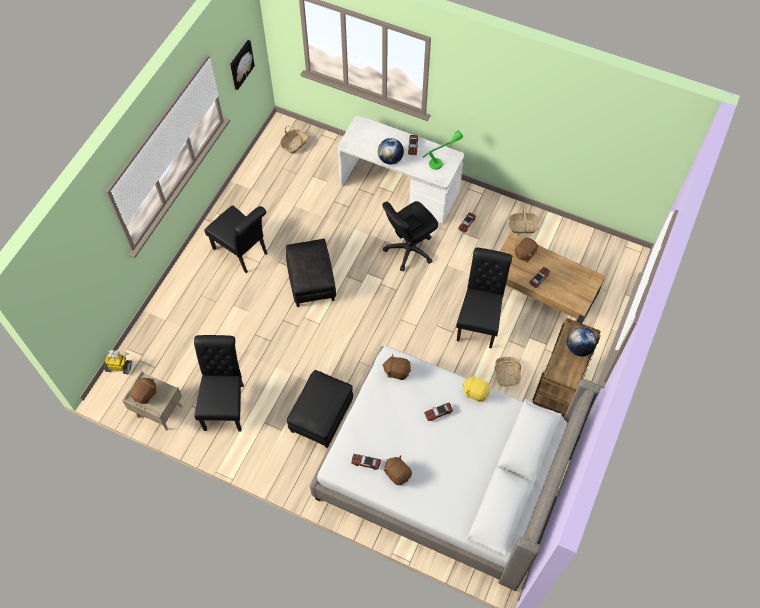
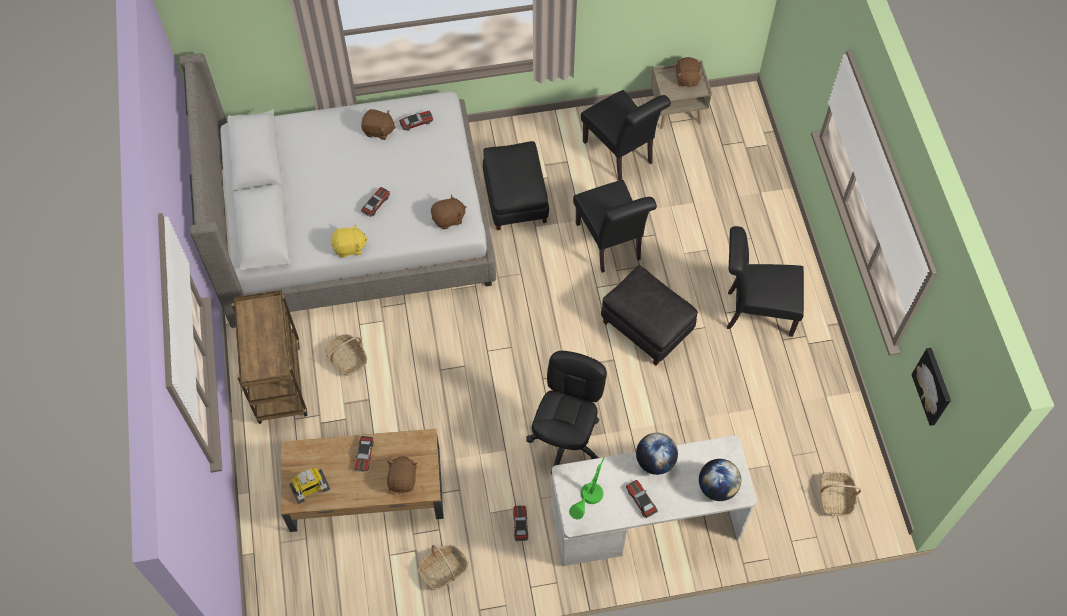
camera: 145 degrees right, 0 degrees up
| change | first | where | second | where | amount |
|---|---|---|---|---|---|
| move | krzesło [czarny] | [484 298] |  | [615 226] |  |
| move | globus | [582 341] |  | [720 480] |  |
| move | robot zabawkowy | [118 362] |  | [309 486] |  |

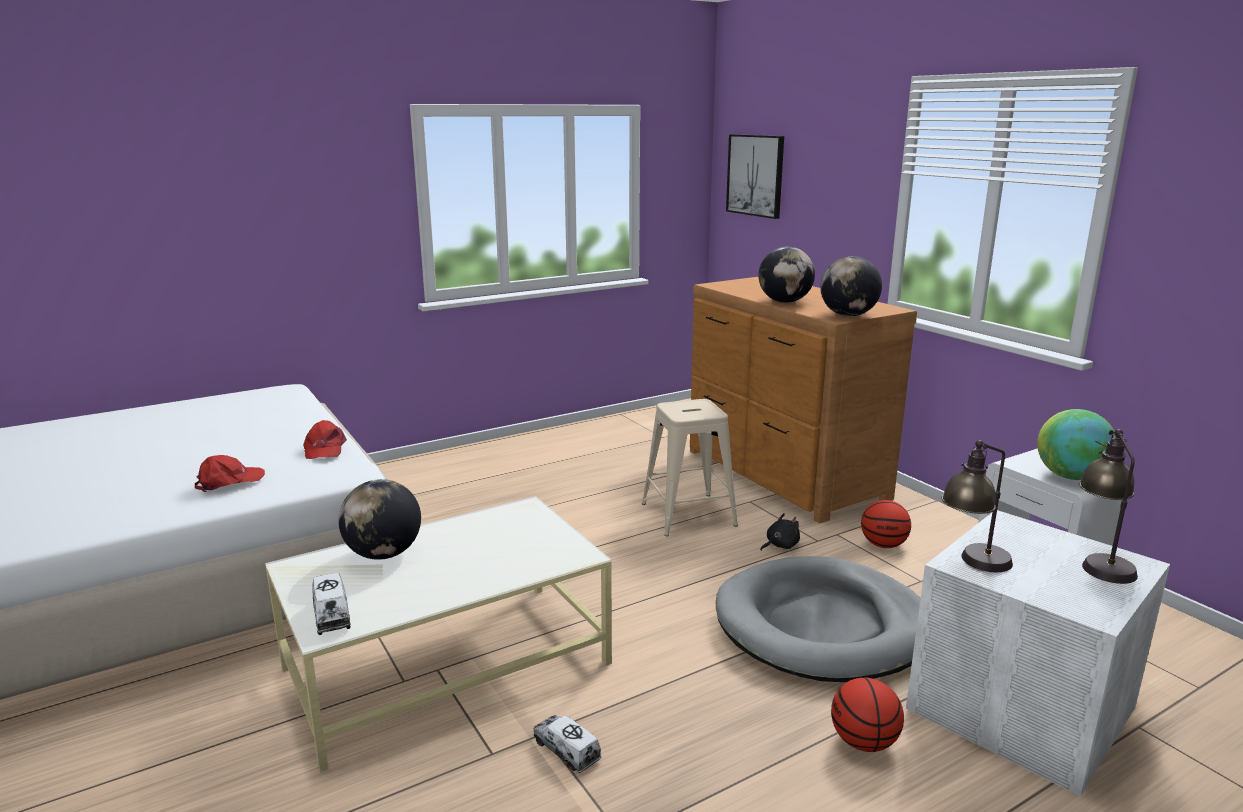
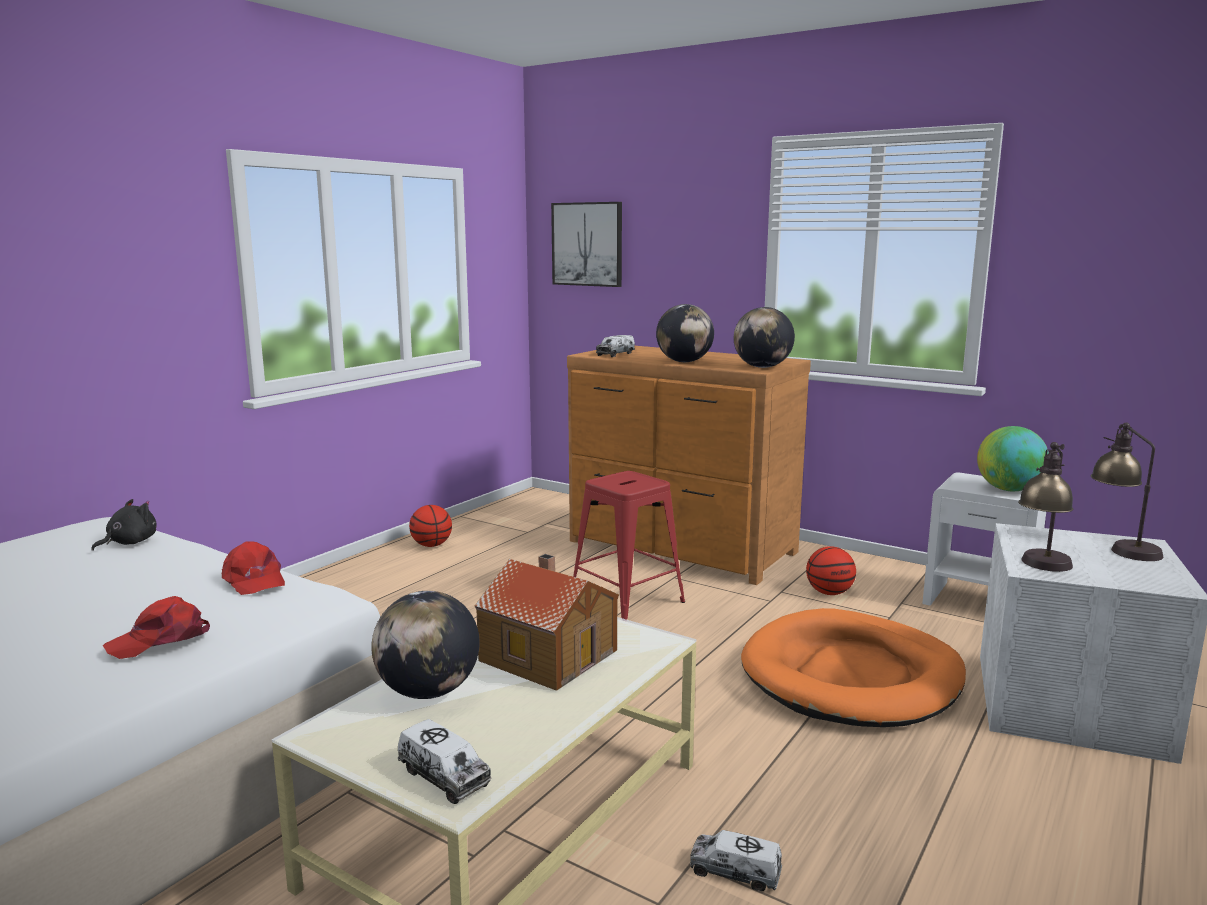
camera: 25 degrees left, 5 degrees down
| change | first | where | second | where | amount |
|---|---|---|---|---|---|
| recolor | stołek [beżowy] | [690 467] | stołek [czerwony] | [629 545] |  |
| rotate | czapka z daszkiem [czerwony] | [230 473] |  | [156 627] | 150 degrees counterclockwise |
| move | pluszak [czarny] | [780 531] |  | [124 525] |  |
| recolor | legowisko [szary] | [818 619] | legowisko [pomarańczowy] | [853 667] |  |
| move | piłka do koszykówki | [867 715] |  | [430 526] |  |
| insert |  |  | ciężarówka zabawkowa | [615 346] |  |
| insert |  |  | domek | [547 622] |  |

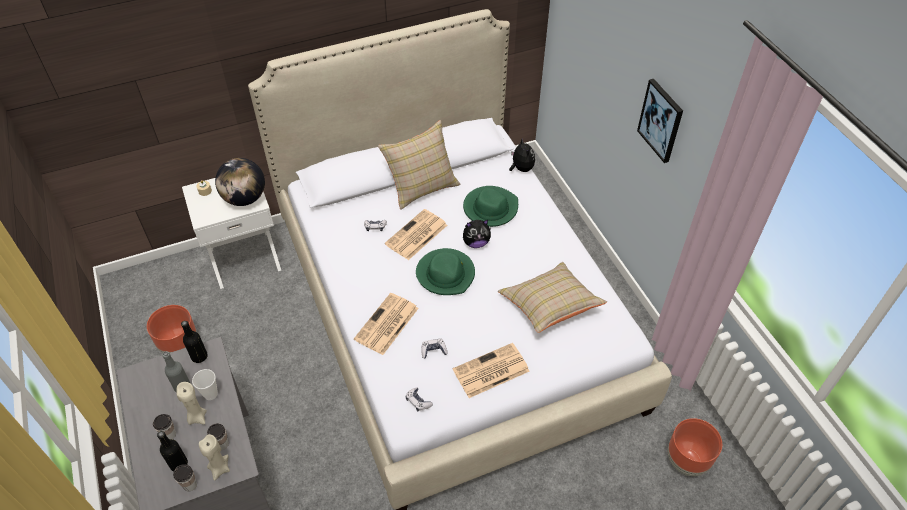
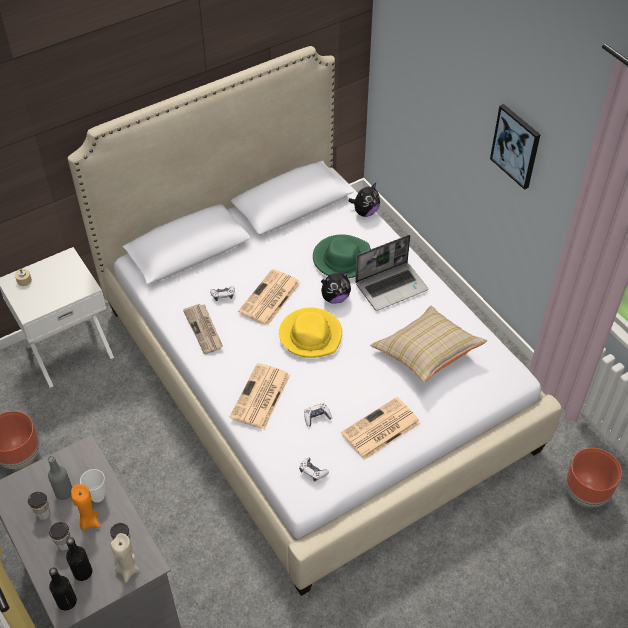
camera: 10 degrees left, 0 degrees up
| change | first | where | second | where | amount |
|---|---|---|---|---|---|
| delete | poduszka [beżowy] | [419 165] |  |  |  |
| rotate | pluszak | [522 154] |  | [364 200] | 75 degrees clockwise |
| delete | globus | [240 182] |  |  |  |
| recolor | kapelusz [zielony] | [445 271] | kapelusz [żółty] | [310 333] |  |
| move | butelka [czarny] | [194 342] |  | [63 589] |  |
| recolor | świeca [beżowy] | [192 403] | świeca [pomarańczowy] | [85 507] |  |
| move | filiżanka | [185 477] |  | [39 506] |  |
| insert |  |  | laptop | [391 273] |  |
| insert |  |  | gazeta | [203 329] |  |

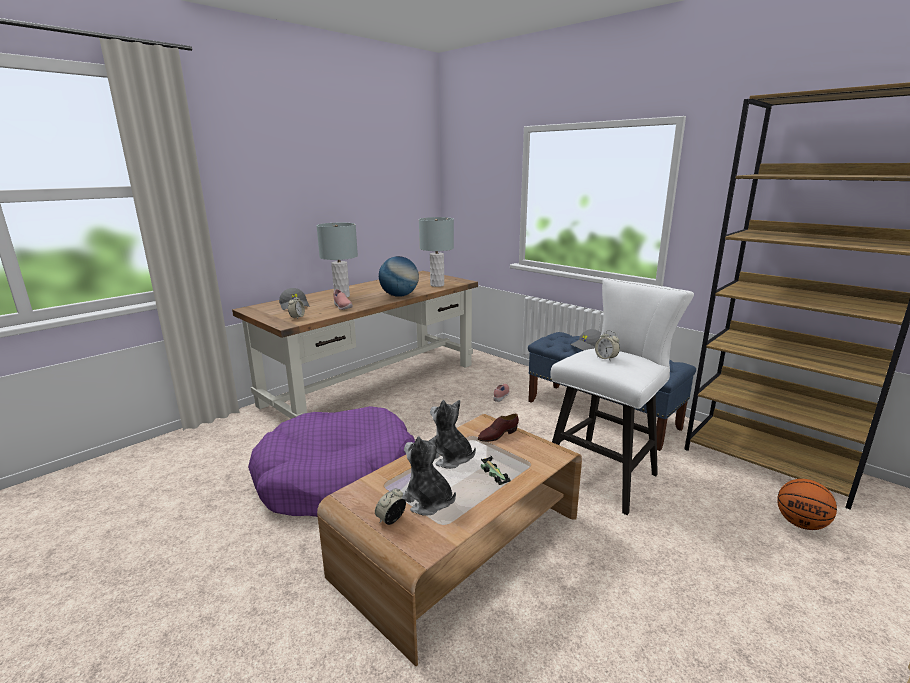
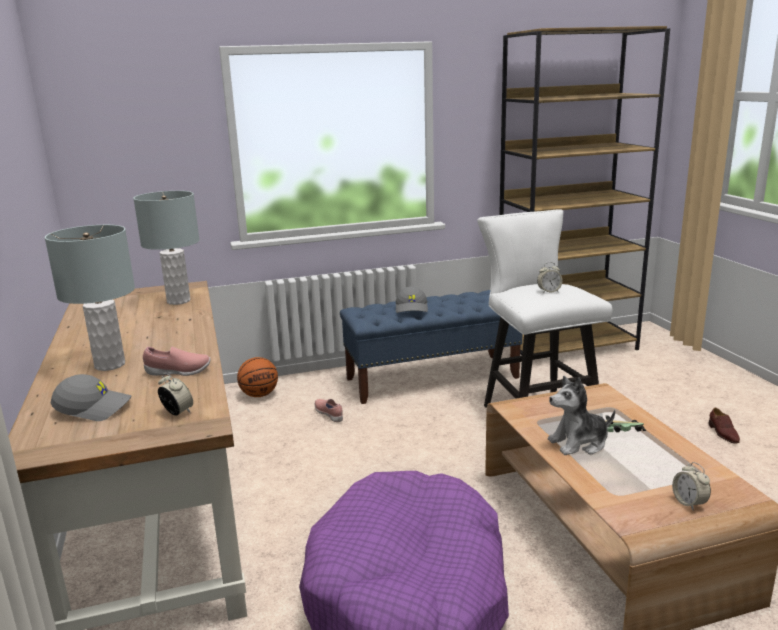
camera: 60 degrees left, 0 degrees up
| change | first | where | second | where | amount |
|---|---|---|---|---|---|
| delete | globus | [399 276] |  |  |  |
| move | but [brązowy] | [498 428] |  | [724 426] |  |
| delete | pluszak | [429 475] |  |  |  |
| move | piłka do koszykówki | [807 504] |  | [257 377] |  |

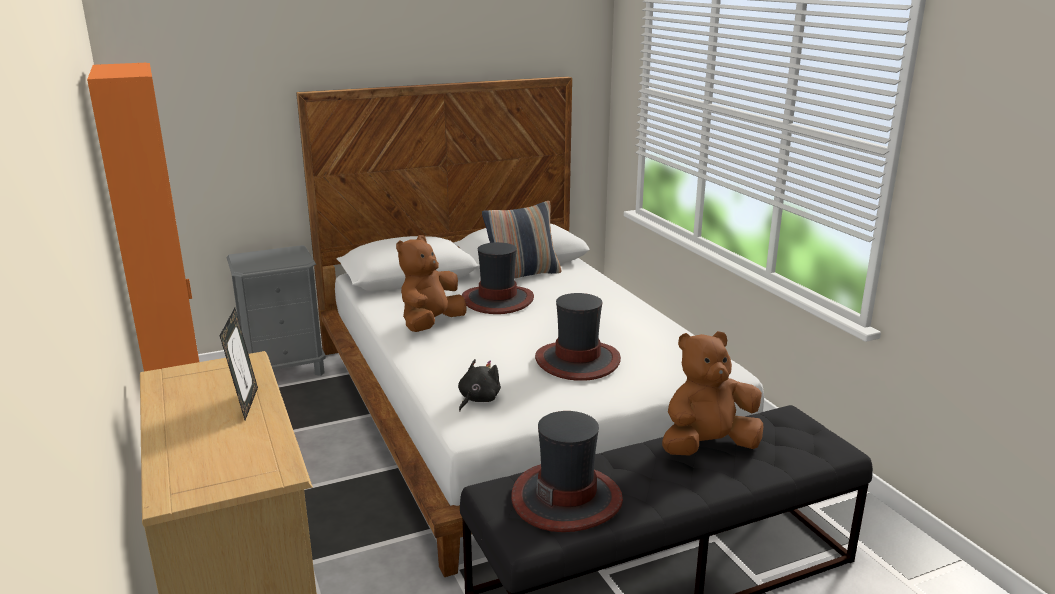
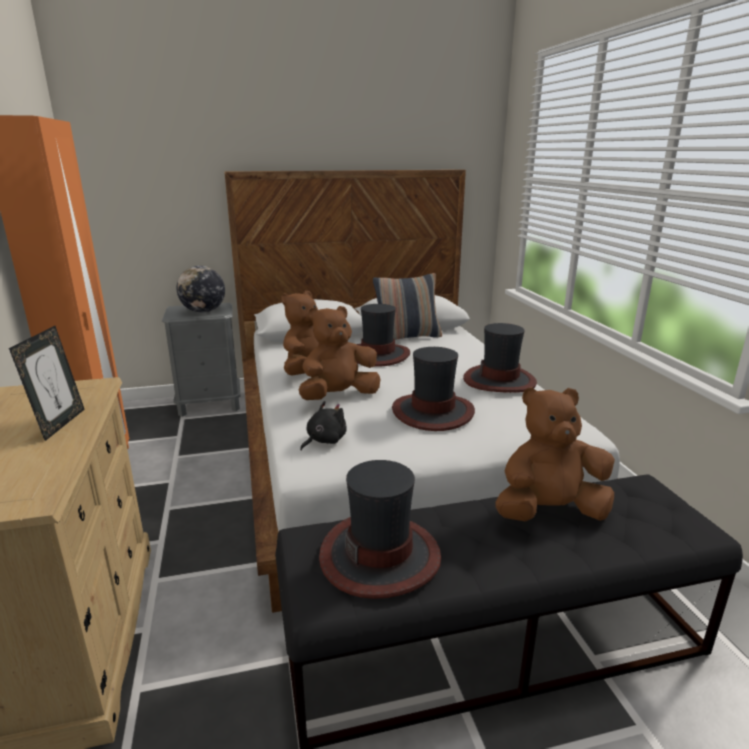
camera: 10 degrees right, 0 degrees up
| change | first | where | second | where | amount |
|---|---|---|---|---|---|
| insert |  |  | globus | [201 289] |  |
| insert |  |  | pluszak [brązowy] | [339 353] |  |
| insert |  |  | kapelusz | [500 358] |  |

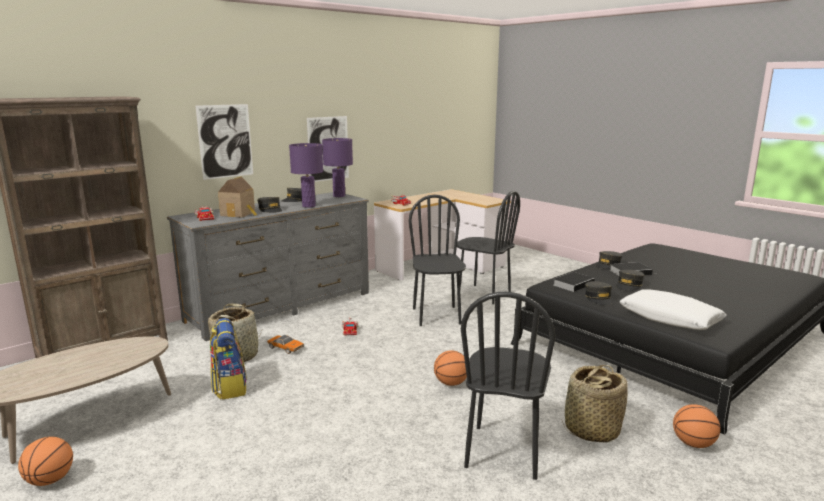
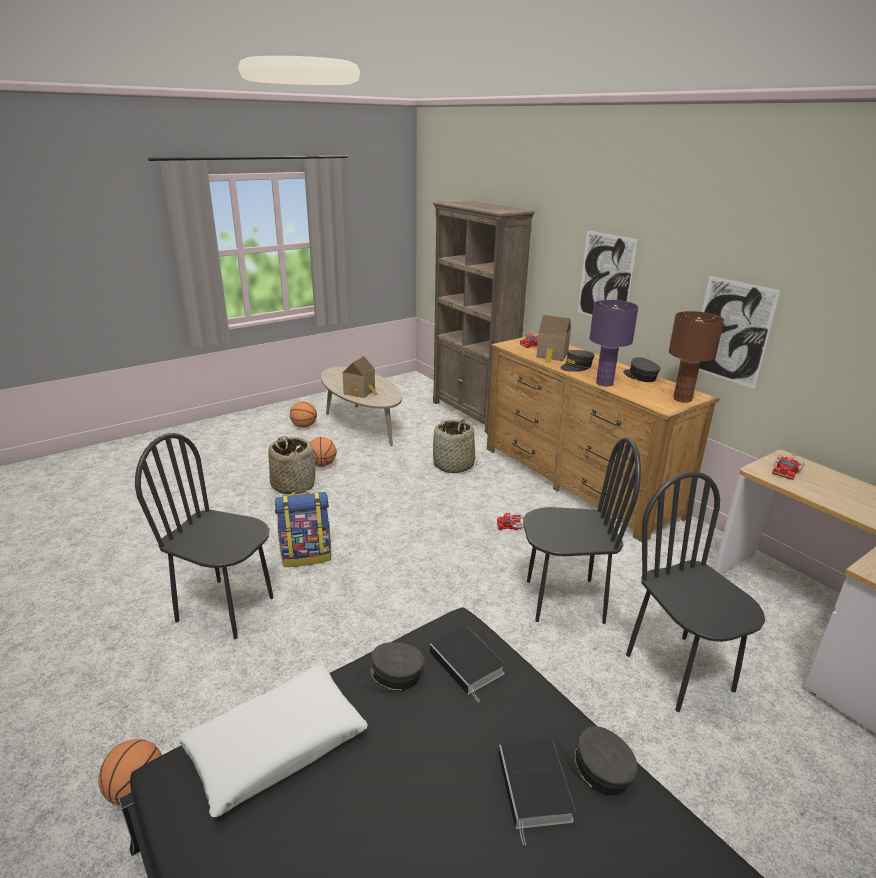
camera: 95 degrees right, 10 degrees up
| change | first | where | second | where | amount |
|---|---|---|---|---|---|
| recolor | lampa stołowa [fioletowy] | [337 167] | lampa stołowa [brązowy] | [696 357] |  |
| rotate | krzesło [czarny] | [488 247] |  | [695 591] | 120 degrees clockwise |
| recolor | komoda [szary] | [268 266] | komoda [brązowy] | [603 438] |  |
| delete | czapka z daszkiem [szary] | [630 280] |  |  |  |
| move | plecak | [228 359] |  | [303 528] |  |
| delete | samochodzik | [285 344] |  |  |  |
| move | piłka do koszykówki | [450 368] |  | [323 452] |  |
| move | koszyk | [595 404] |  | [291 465] |  |
| insert |  |  | domek | [360 377] |  |

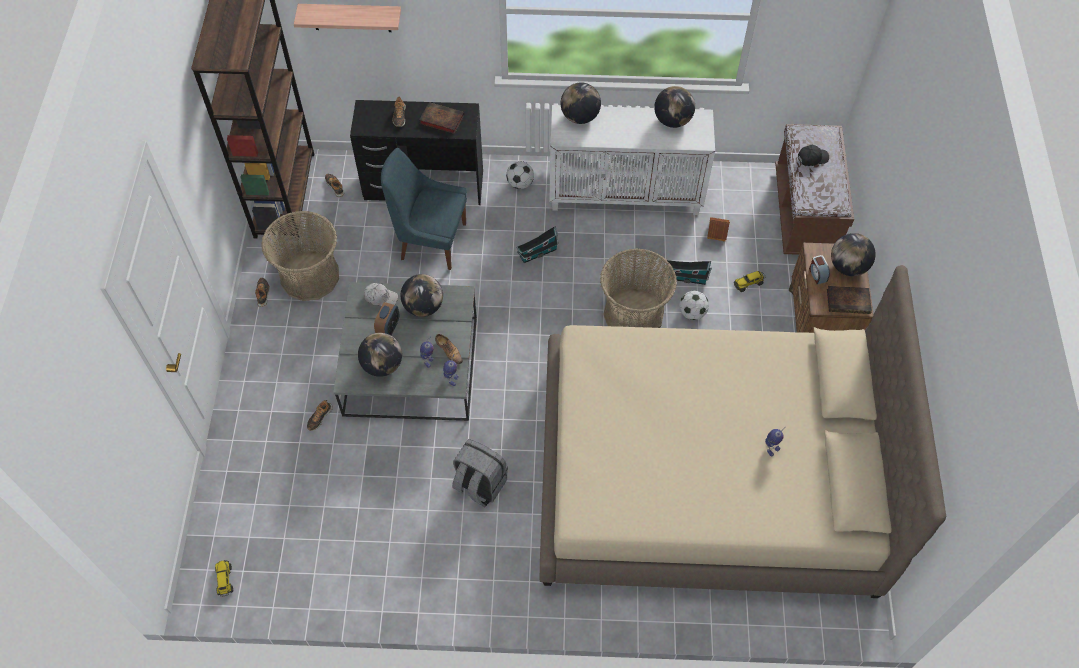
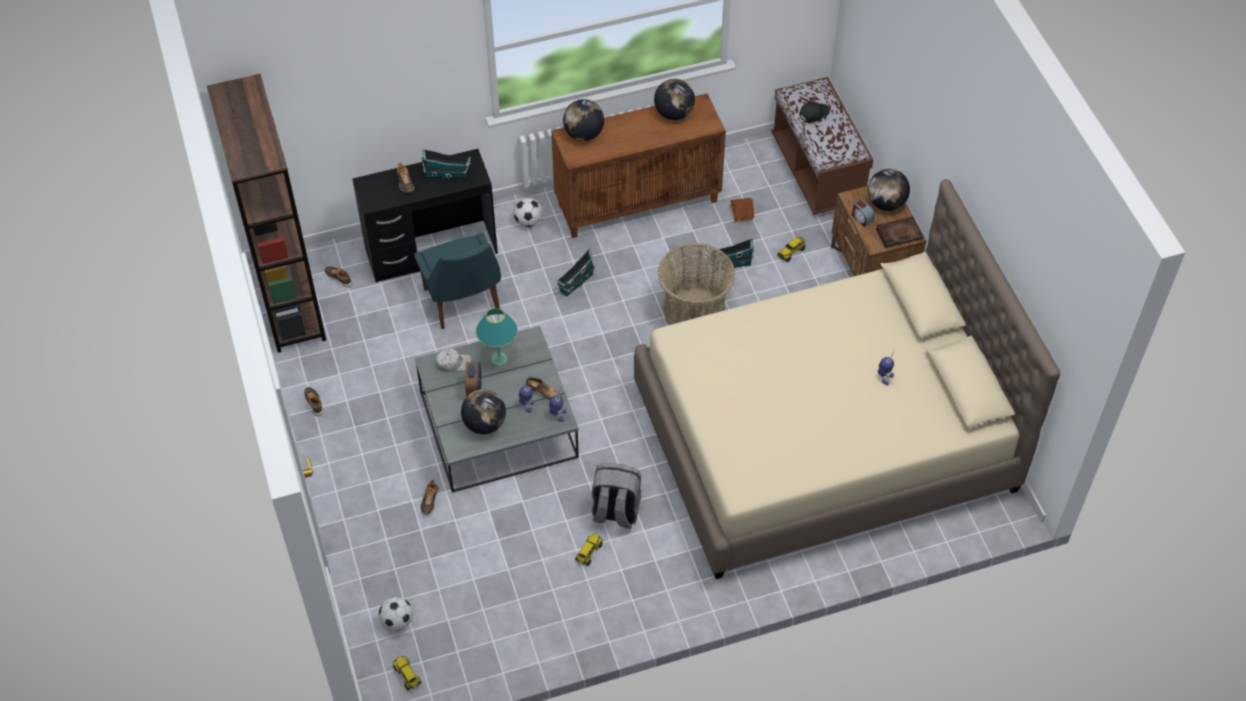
camera: 20 degrees left, 5 degrees down
| change | first | where | second | where | amount |
|---|---|---|---|---|---|
| delete | półka | [347 18] |  |  |  |
| replace | książka | [442 118] | domek | [446 164] |  |
| recolor | szafka [biały] | [632 160] | szafka [brązowy] | [638 165] |  |
| rotate | krzesło [niebieski] | [424 209] |  | [457 280] | 105 degrees counterclockwise |
| delete | koszyk | [300 256] |  |  |  |
| replace | globus | [421 295] | lampa stołowa [turkusowy] | [497 337] |  |
| move | piłka futbolowa | [694 305] |  | [396 614] |  |
| insert |  |  | ciężarówka zabawkowa | [589 550] |  |

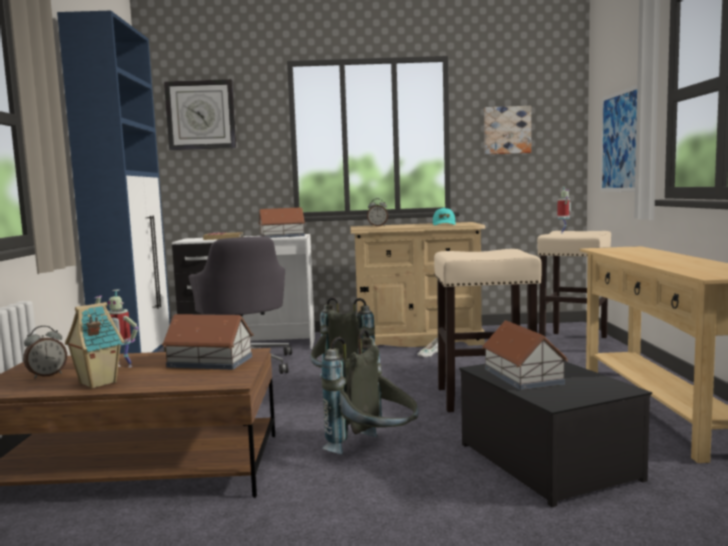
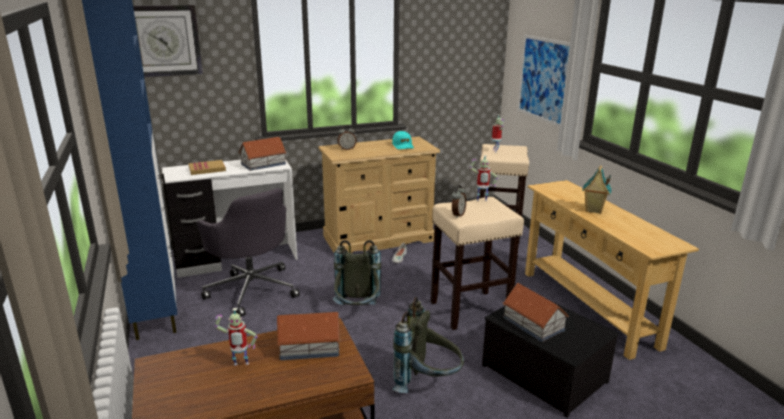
camera: 20 degrees left, 15 degrees up
| change | first | where | second | where | amount |
|---|---|---|---|---|---|
| delete | obraz | [507 130] |  |  |  |
| move | domek | [94 345] |  | [596 189] |  |
| move | budzik | [45 352] |  | [458 201] |  |
| insert |  |  | robot zabawkowy | [484 178] |  |

